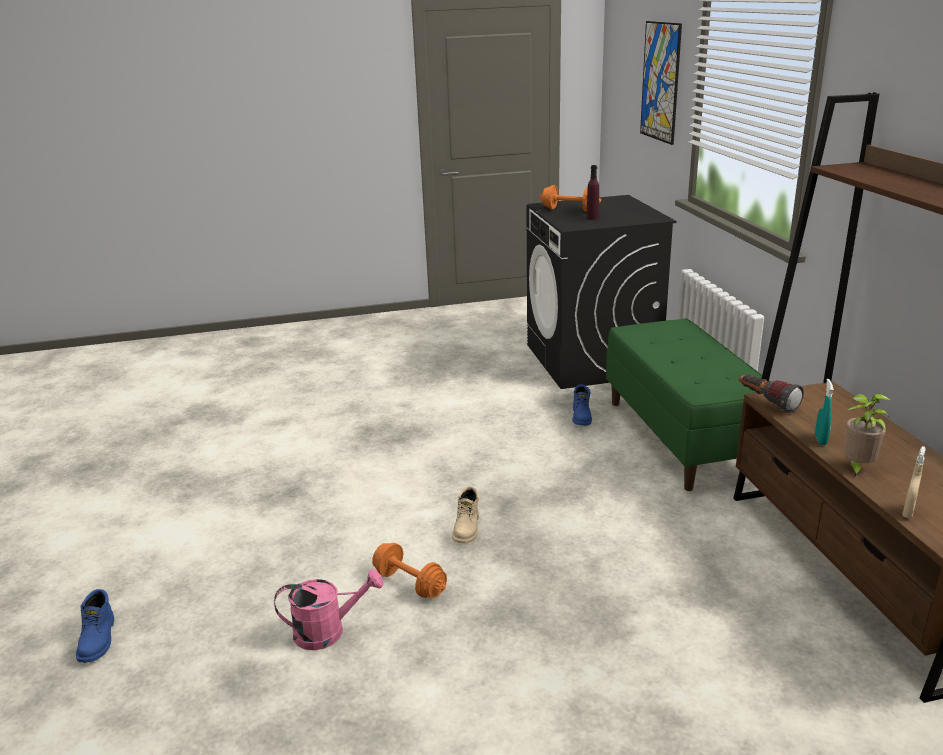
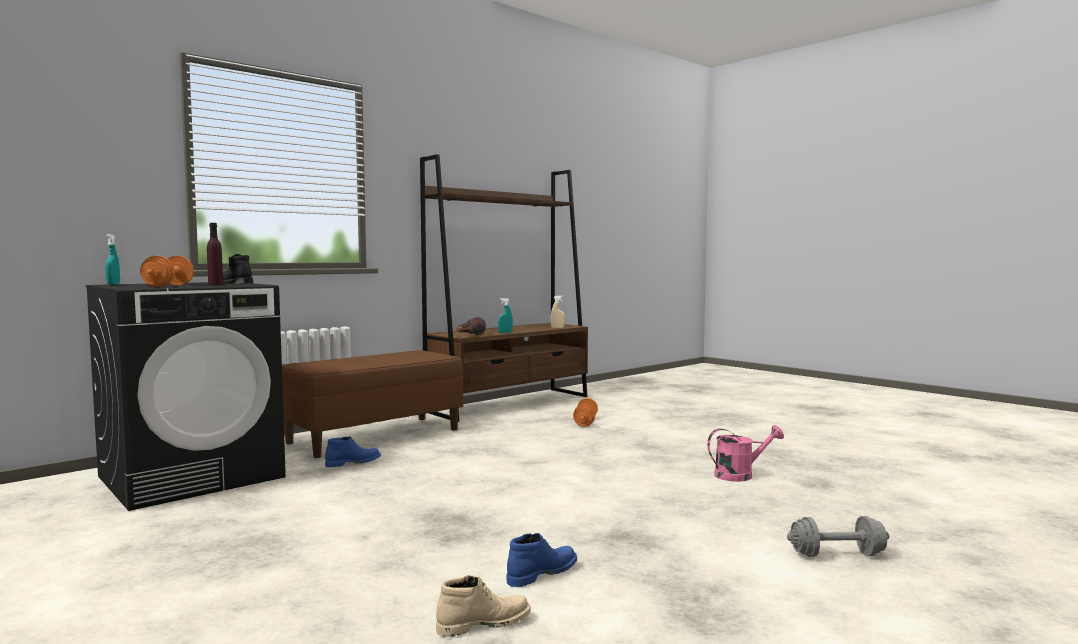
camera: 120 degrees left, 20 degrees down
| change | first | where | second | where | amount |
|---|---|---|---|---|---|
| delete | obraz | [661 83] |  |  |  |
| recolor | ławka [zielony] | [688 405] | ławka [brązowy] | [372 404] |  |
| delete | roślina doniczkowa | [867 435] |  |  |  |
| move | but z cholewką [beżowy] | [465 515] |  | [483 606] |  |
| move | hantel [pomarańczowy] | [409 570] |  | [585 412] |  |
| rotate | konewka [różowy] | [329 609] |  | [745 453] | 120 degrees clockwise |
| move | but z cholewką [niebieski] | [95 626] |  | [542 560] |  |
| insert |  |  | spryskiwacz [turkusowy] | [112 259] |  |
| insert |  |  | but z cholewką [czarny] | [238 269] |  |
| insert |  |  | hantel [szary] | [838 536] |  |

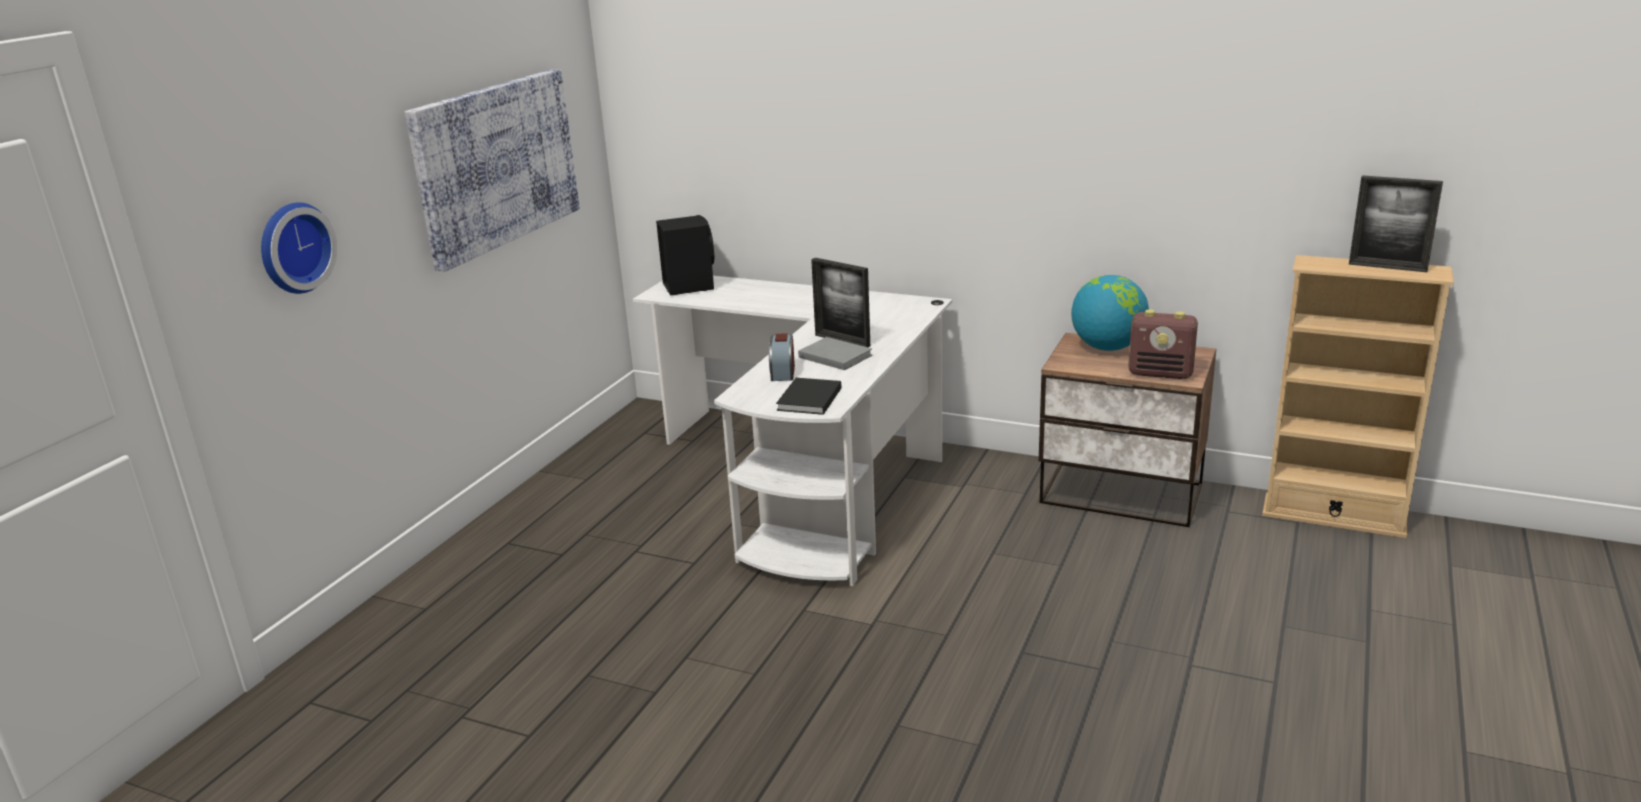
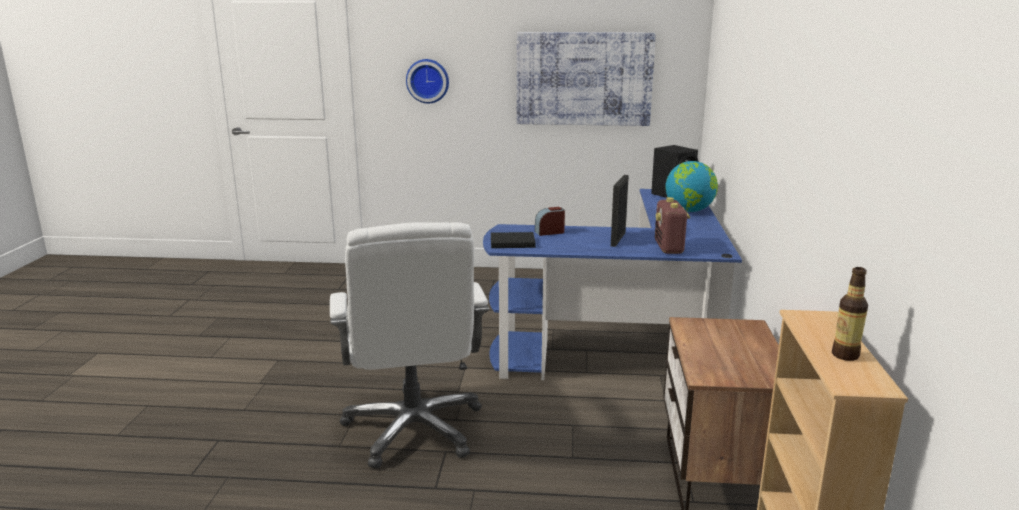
camera: 70 degrees right, 5 degrees down
| change | first | where | second | where | amount |
|---|---|---|---|---|---|
| replace | ramka na zdjęcie | [1396 223] | butelka | [850 314] |  |
| move | globus | [1110 313] |  | [691 186] |  |
| recolor | biurko [biały] | [792 431] | biurko [niebieski] | [612 284] |  |
| move | radio | [1163 344] |  | [672 225] |  |
| delete | książka [szary] | [835 353] |  |  |  |
| insert |  |  | krzesło biurowe [biały] | [409 345] |  |

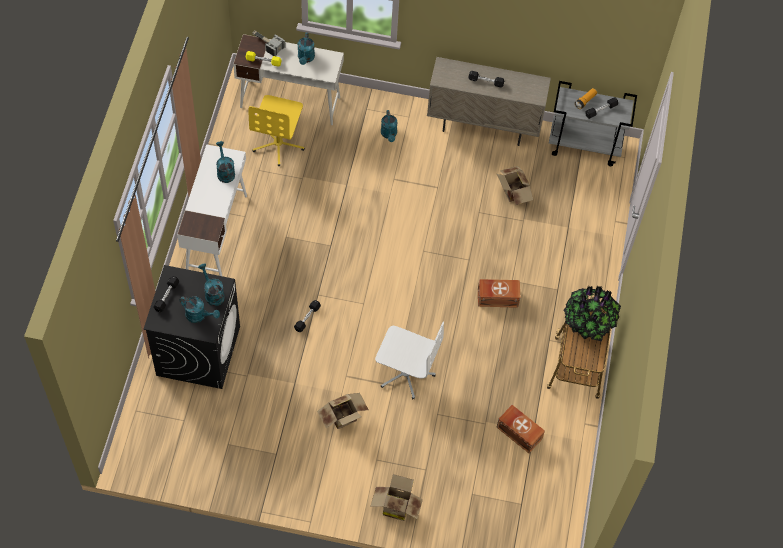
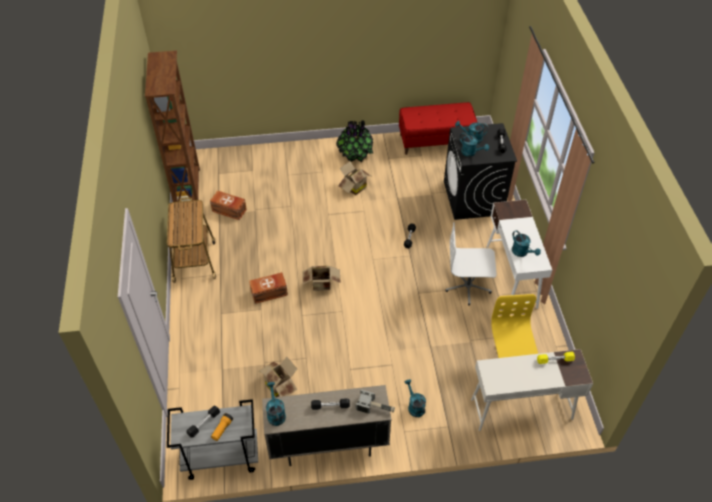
camera: 165 degrees right, 10 degrees down
| change | first | where | second | where | amount |
|---|---|---|---|---|---|
| move | młotek | [269 43] |  | [375 402] |  |
| move | konewka [turkusowy] | [306 48] |  | [276 404] |  |
| move | roślina doniczkowa | [592 313] |  | [355 141] |  |
| move | krzesło biurowe [biały] | [409 360] |  | [471 264] |  |
| move | karton | [397 497] |  | [322 278] |  |
| insert |  |  | regał [brązowy] | [172 129] |  |
| insert |  |  | ławka [czerwony] | [438 128] |  |

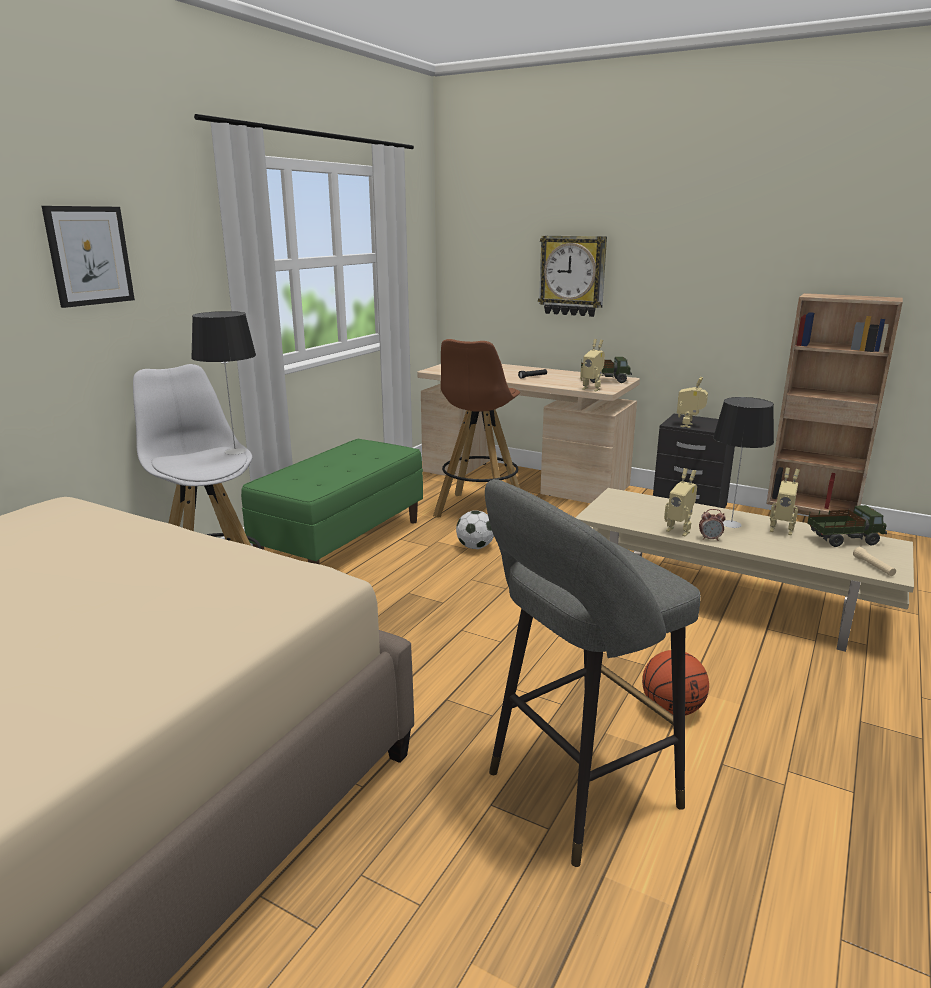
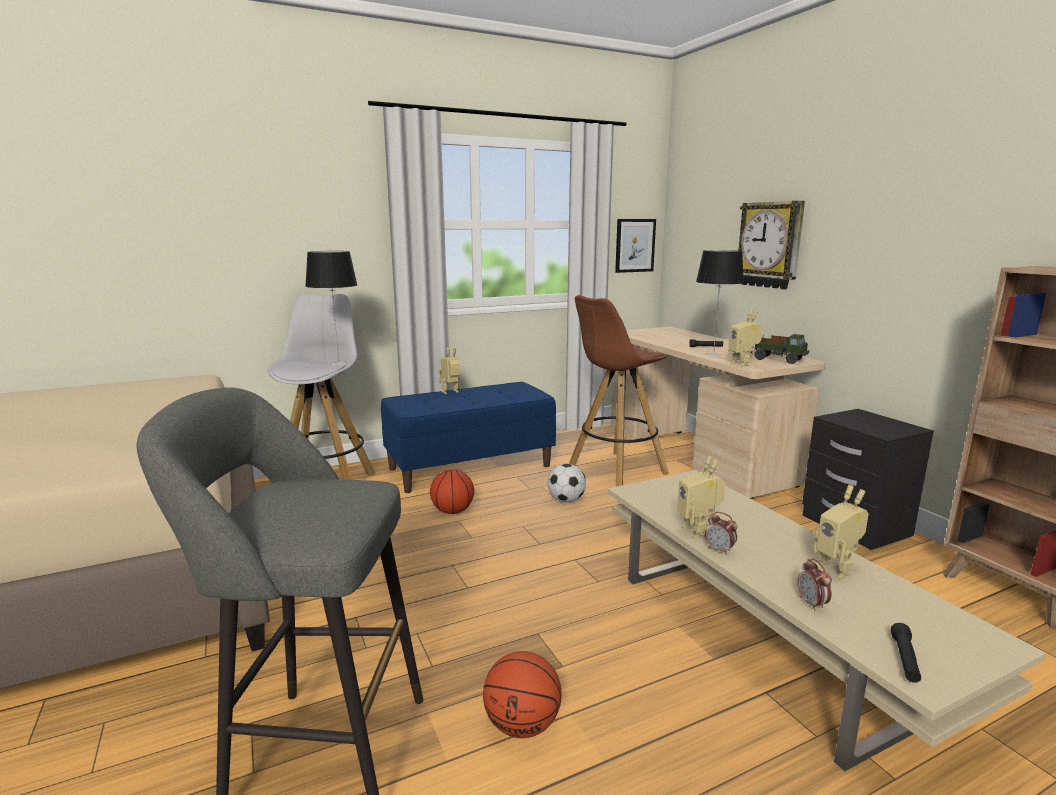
camera: 35 degrees right, 5 degrees down
| change | first | where | second | where | amount |
|---|---|---|---|---|---|
| move | obraz | [88 257] |  | [635 246] |  |
| move | robot zabawkowy | [692 402] |  | [449 370] |  |
| move | lampa stołowa | [743 462] |  | [720 303] |  |
| recolor | ławka [zielony] | [332 501] | ławka [niebieski] | [468 437] |  |
| delete | ciężarówka zabawkowa | [847 526] |  |  |  |
| recolor | latarka [beżowy] | [874 561] | latarka [czarny] | [906 653] |  |
| insert |  |  | piłka do koszykówki | [452 491] |  |
| insert |  |  | budzik | [815 585] |  |

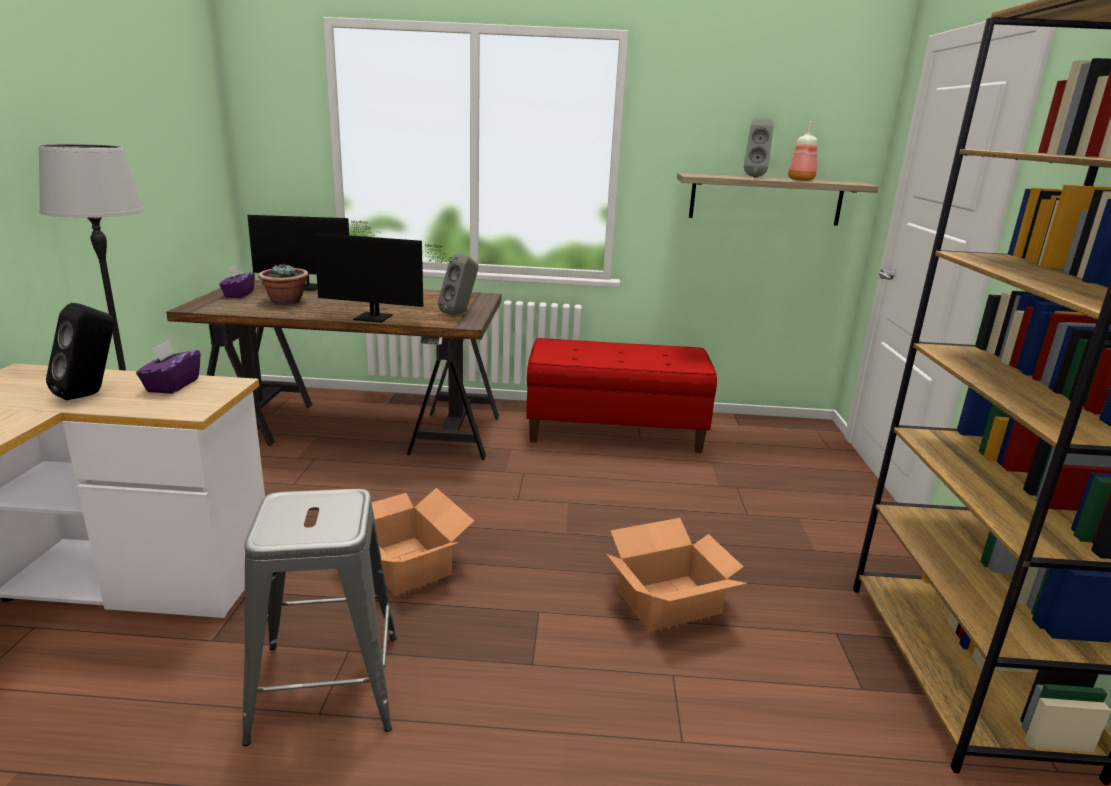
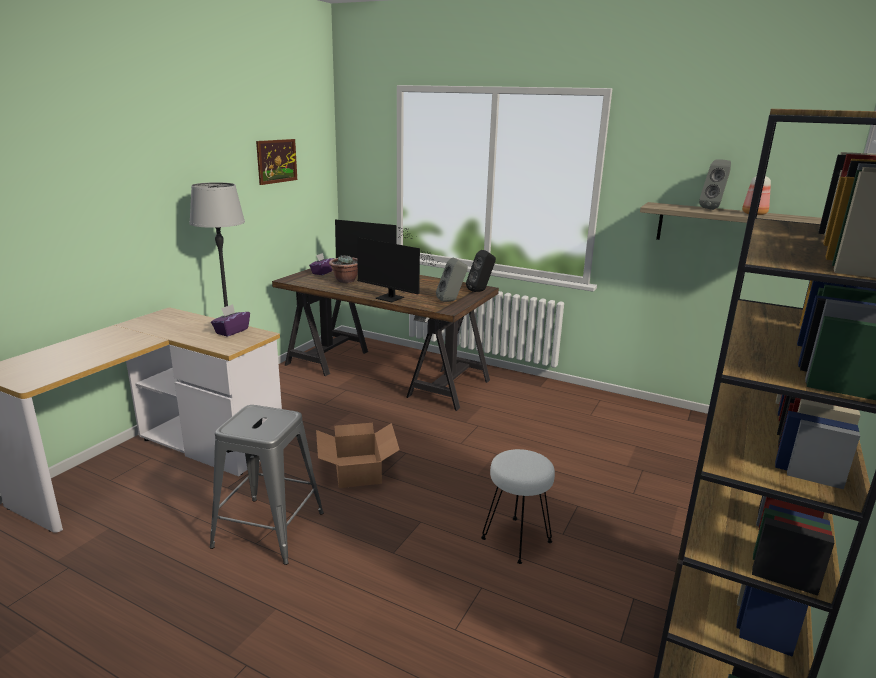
camera: 25 degrees right, 0 degrees up
| change | first | where | second | where | amount |
|---|---|---|---|---|---|
| move | głośnik [czarny] | [80 351] |  | [481 271] |  |
| delete | ławka [czerwony] | [621 395] |  |  |  |
| replace | karton | [677 575] | stołek [biały] | [518 506] |  |
| insert |  |  | obraz | [276 162] |  |

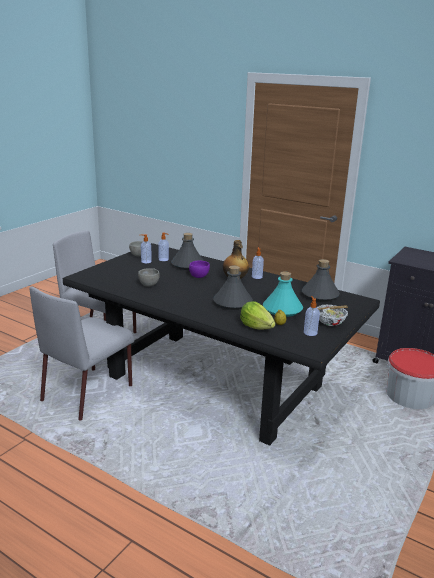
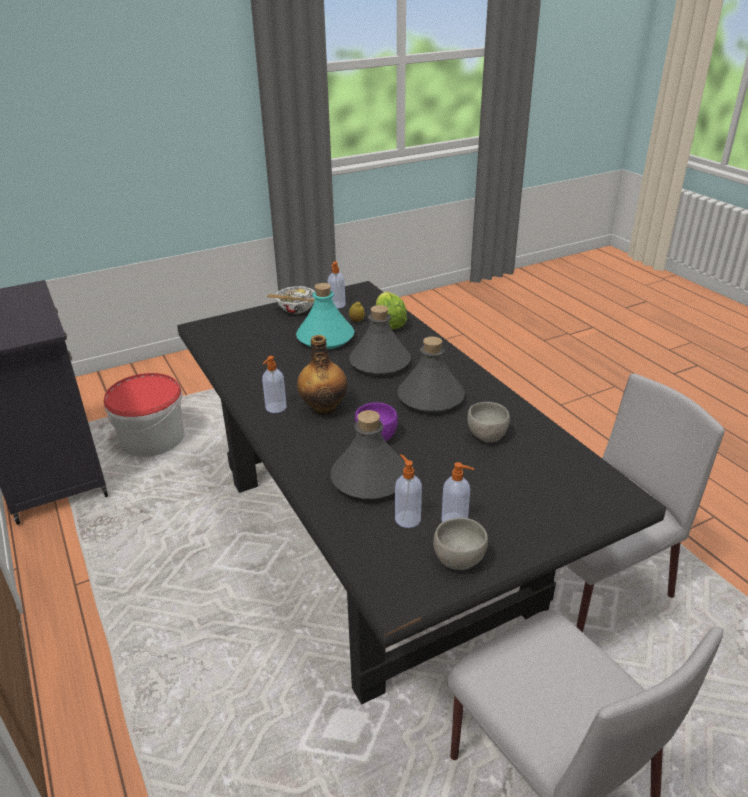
camera: 150 degrees left, 10 degrees up
| change | first | where | second | where | amount |
|---|---|---|---|---|---|
| move | butelka [szary] | [321 280] |  | [431 374] |  |

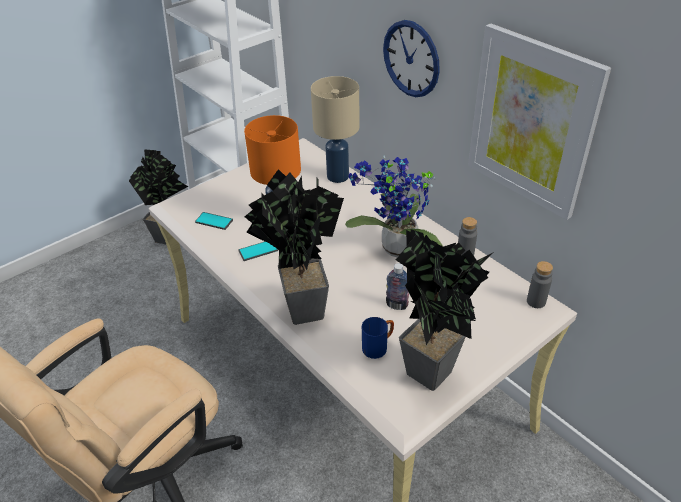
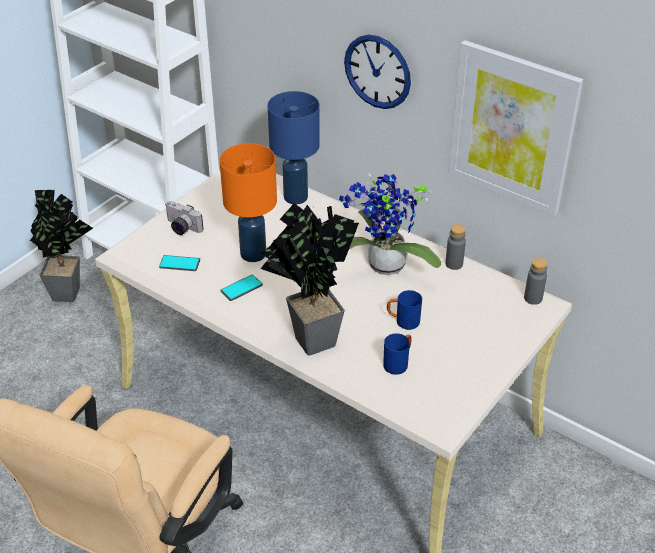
camera: 15 degrees left, 0 degrees up
| change | first | where | second | where | amount |
|---|---|---|---|---|---|
| recolor | lampa stołowa [beżowy] | [335 129] | lampa stołowa [niebieski] | [293 147] |  |
| delete | roślina doniczkowa | [445 310] |  |  |  |
| replace | butelka | [397 286] | kubek [niebieski] | [404 310] |  |
| insert |  |  | aparat fotograficzny | [184 218] |  |

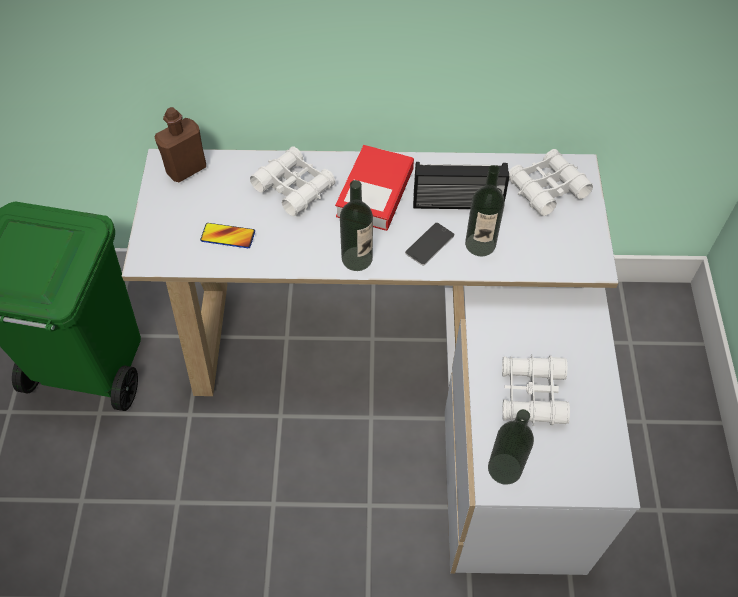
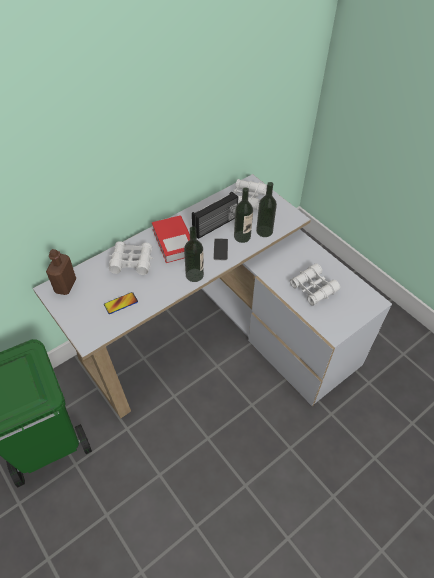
camera: 40 degrees left, 5 degrees down
| change | first | where | second | where | amount |
|---|---|---|---|---|---|
| move | butelka | [511 447] |  | [266 209] |  |

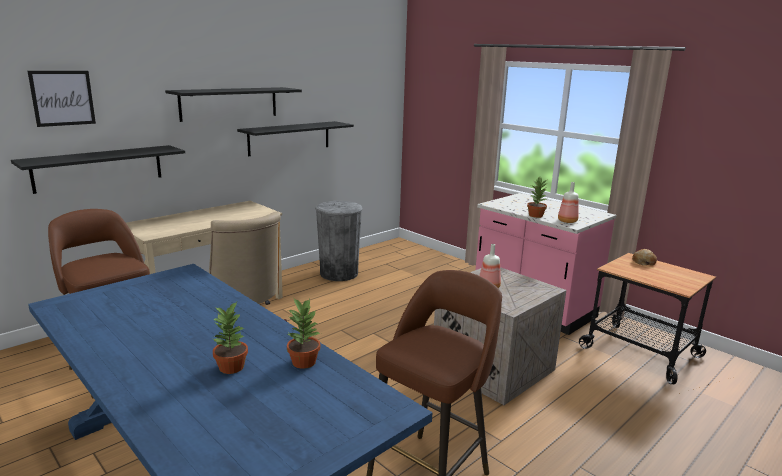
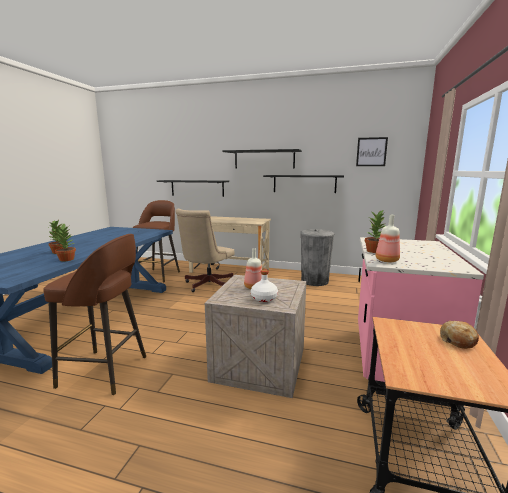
camera: 60 degrees right, 5 degrees down
| change | first | where | second | where | amount |
|---|---|---|---|---|---|
| move | obraz | [62 99] |  | [372 151] |  |
| insert |  |  | butelka [biały] | [264 285] |  |

